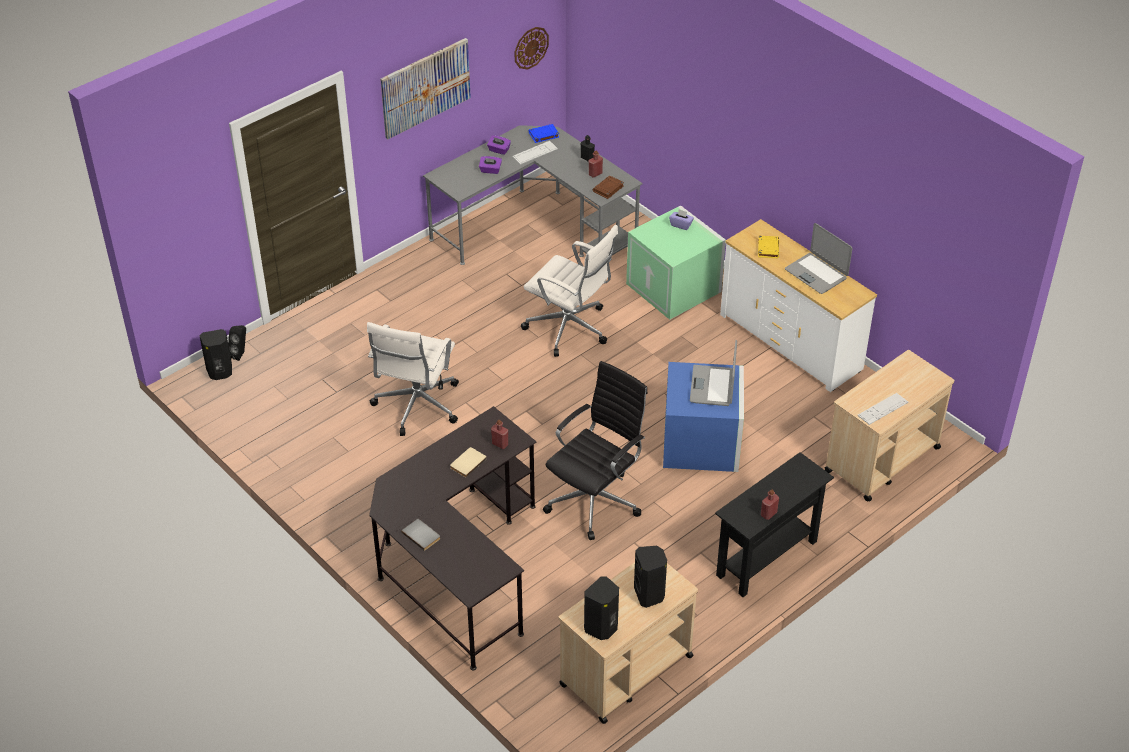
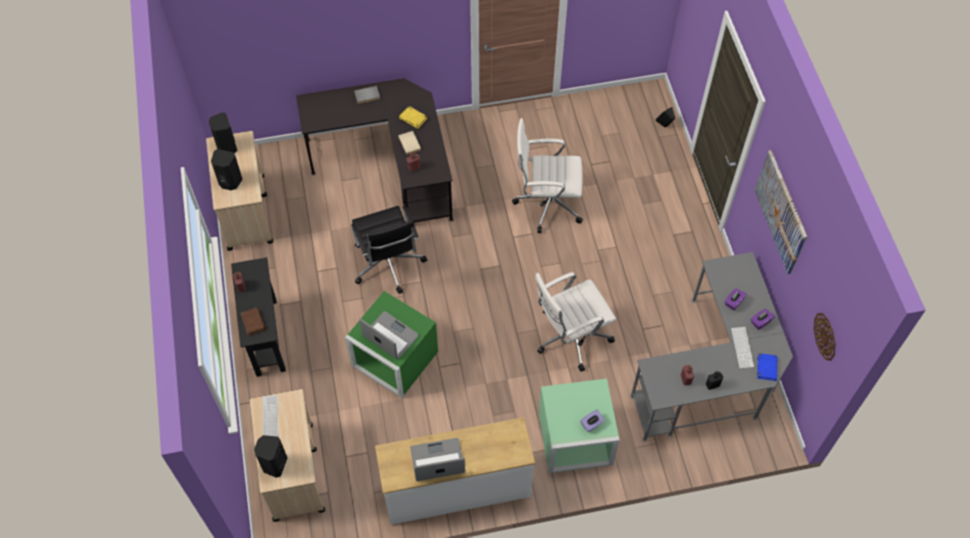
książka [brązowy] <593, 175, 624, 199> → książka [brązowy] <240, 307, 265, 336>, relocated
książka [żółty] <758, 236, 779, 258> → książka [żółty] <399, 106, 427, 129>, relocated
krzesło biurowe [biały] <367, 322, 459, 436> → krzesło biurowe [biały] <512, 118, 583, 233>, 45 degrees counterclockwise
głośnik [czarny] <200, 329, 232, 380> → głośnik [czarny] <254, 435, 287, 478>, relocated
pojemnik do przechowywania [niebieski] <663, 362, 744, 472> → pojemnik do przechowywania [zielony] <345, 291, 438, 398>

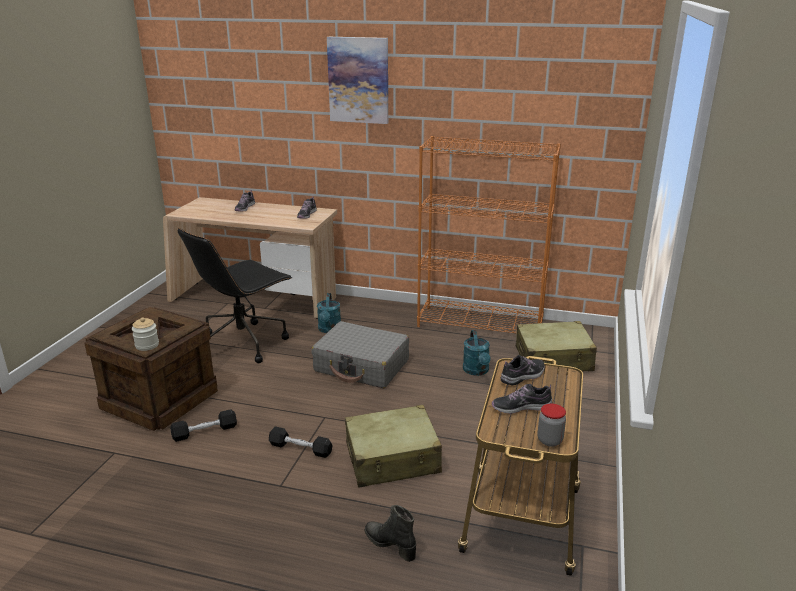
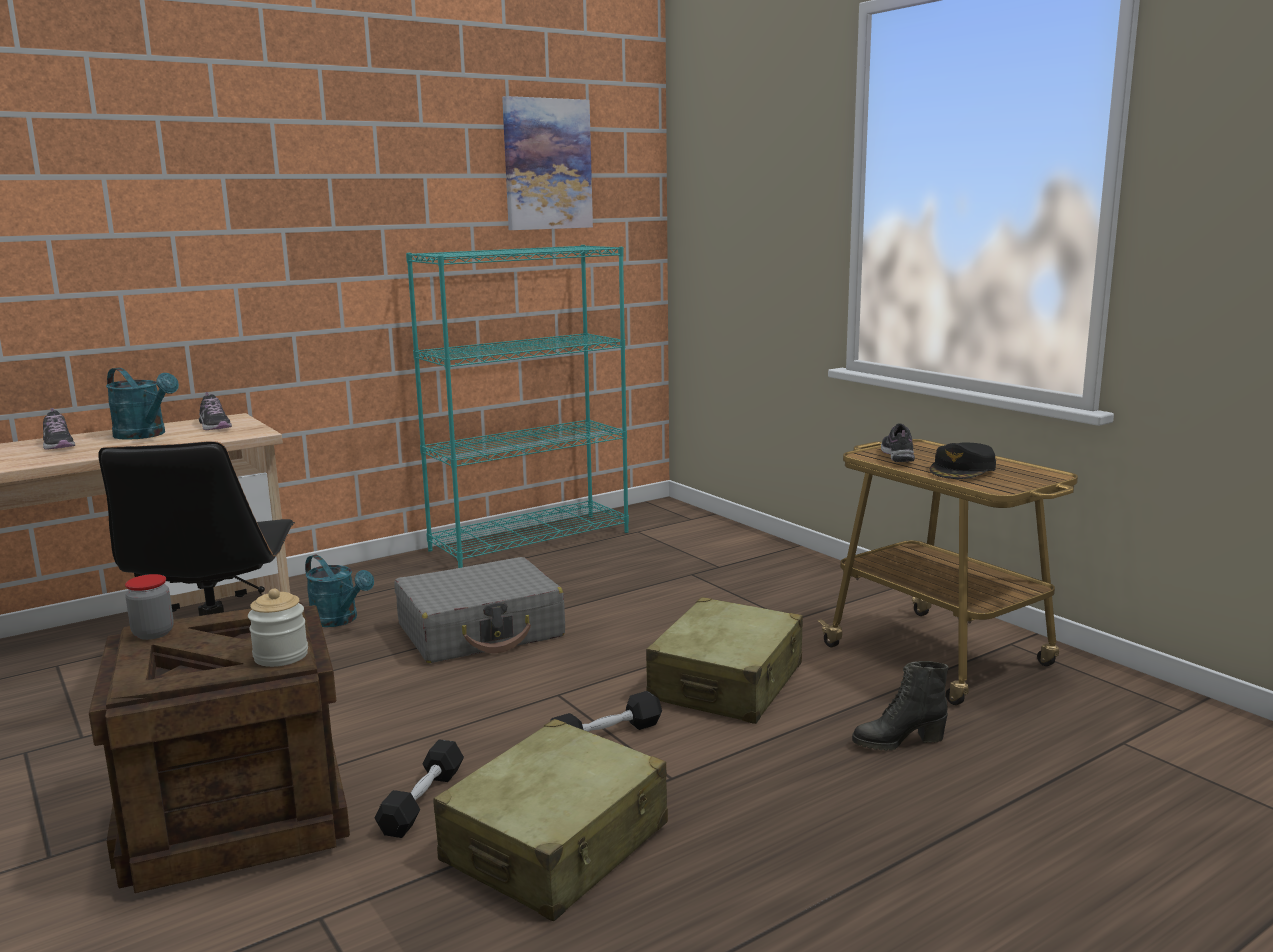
obraz <327, 37, 388, 124> → obraz <502, 96, 593, 230>, relocated
regał [pomarańczowy] <417, 136, 561, 333> → regał [turkusowy] <406, 245, 629, 568>
walizka [beżowy] <516, 321, 597, 373> → walizka [beżowy] <433, 719, 668, 921>, relocated
konewka [turkusowy] <463, 330, 491, 376> → konewka [turkusowy] <106, 367, 179, 440>, relocated
but <492, 384, 553, 414> → czapka z daszkiem [czarny] <930, 442, 996, 479>
słoik <538, 404, 566, 447> → słoik <125, 574, 174, 640>, relocated

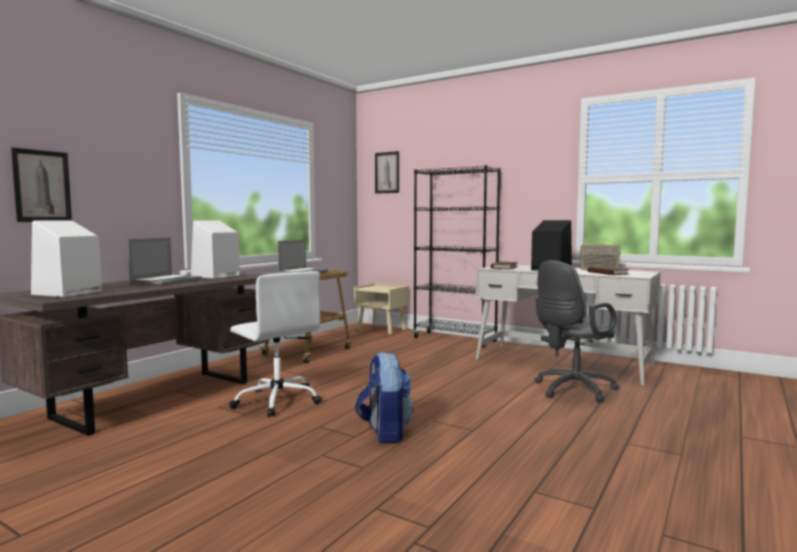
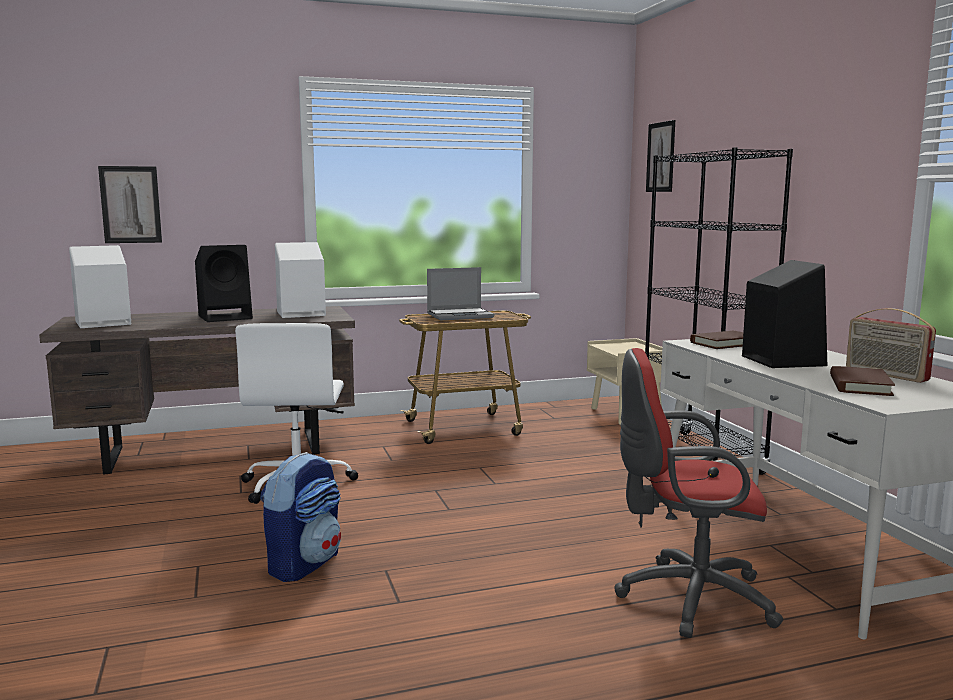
laptop <128, 238, 202, 286> → głośnik [czarny] <195, 245, 253, 322>
krzesło biurowe [szary] <534, 260, 620, 403> → krzesło biurowe [czerwony] <614, 348, 783, 638>

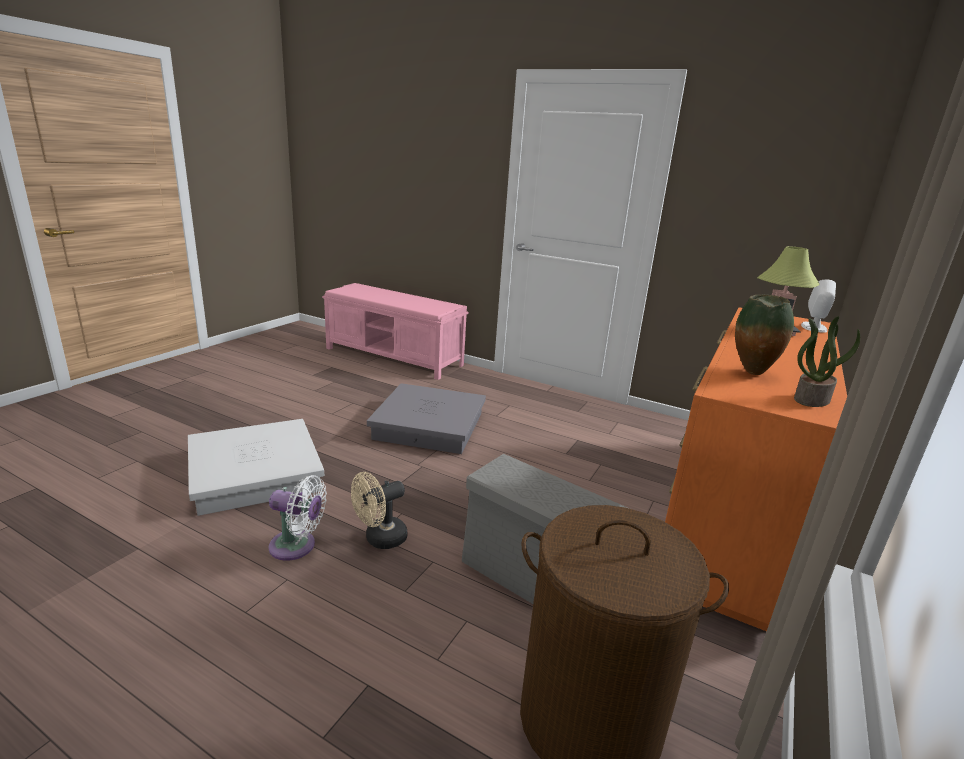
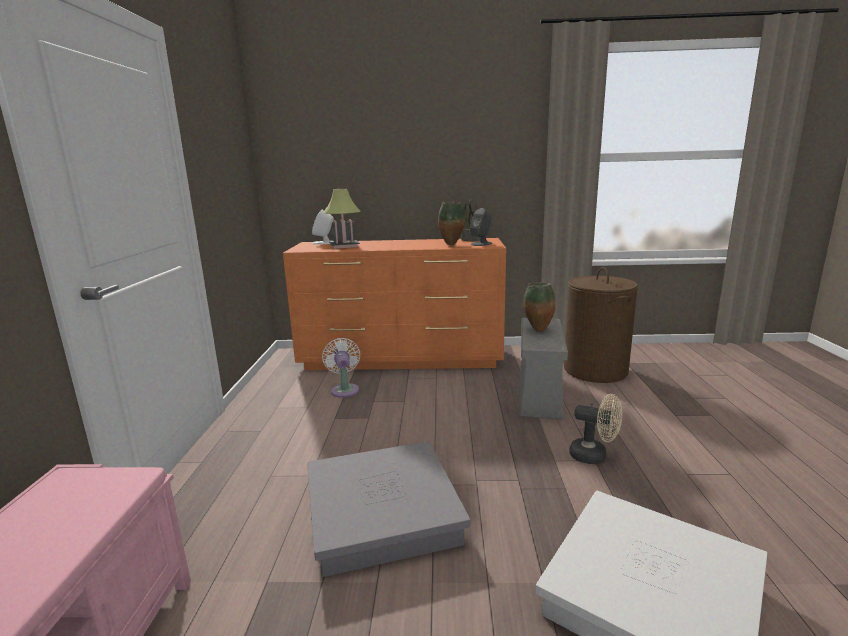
wentylator [biały] <269, 475, 327, 561> → wentylator [biały] <322, 338, 360, 398>, relocated
- → głośnik [szary] <470, 208, 492, 246>
- → wazon <523, 283, 555, 332>

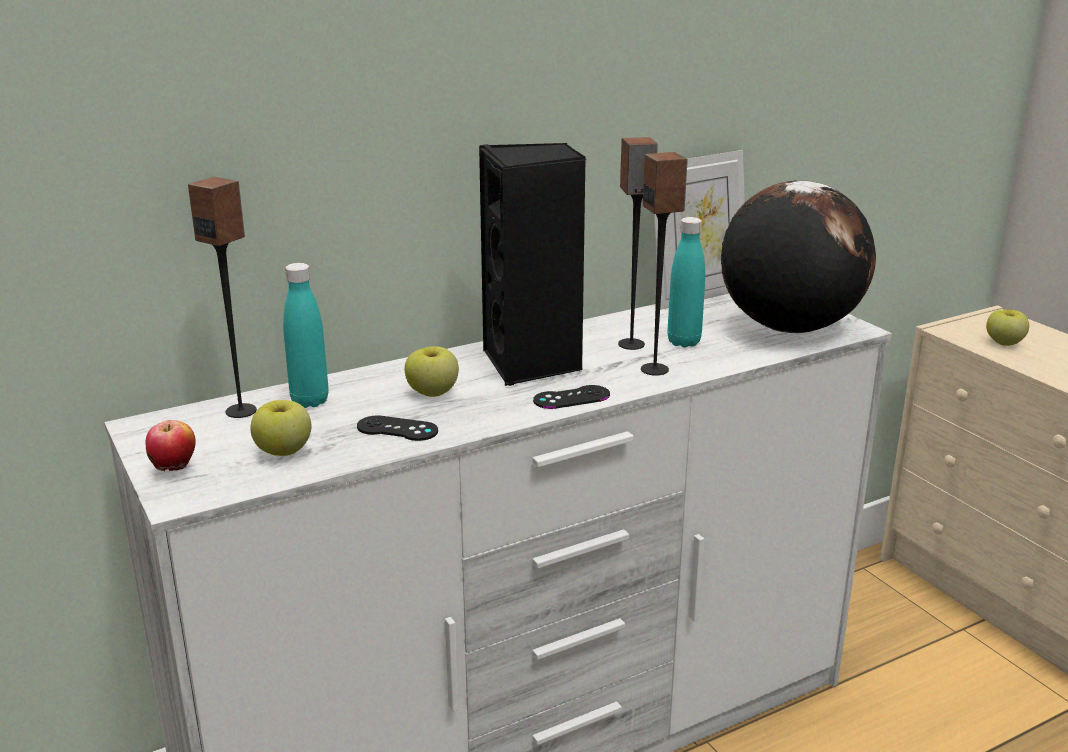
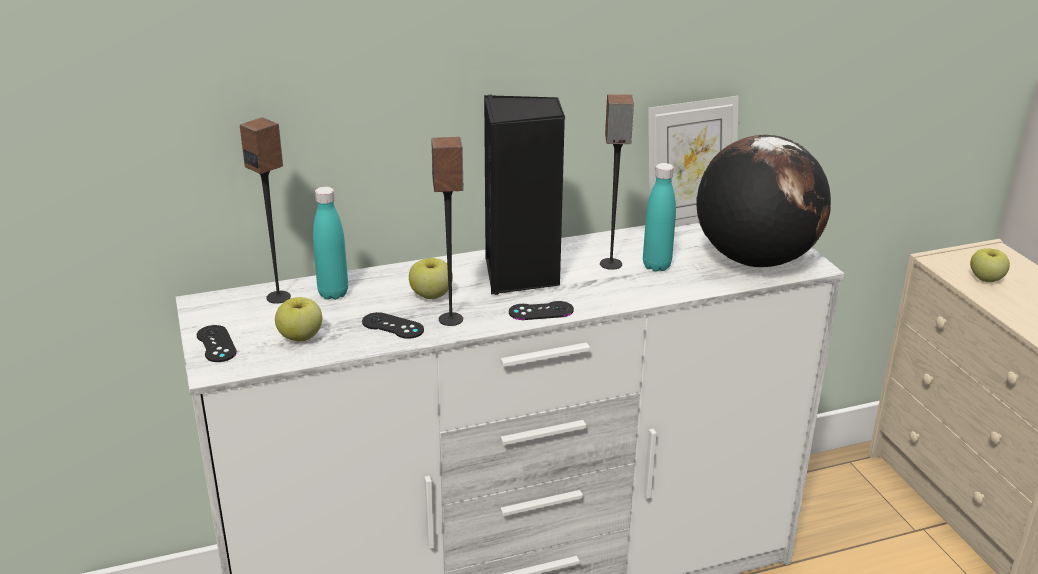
głośnik <641, 152, 688, 376> → głośnik <431, 137, 463, 326>, relocated
jabłko <145, 420, 196, 471> → pad do gier [czarny] <197, 325, 237, 362>

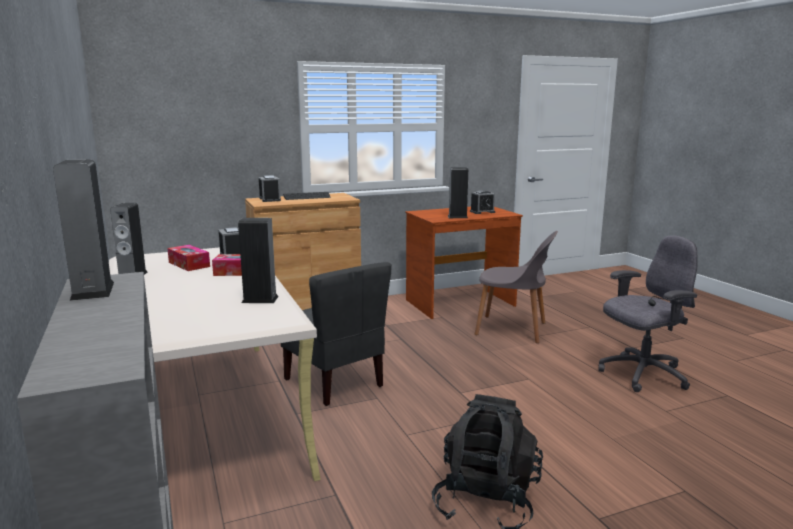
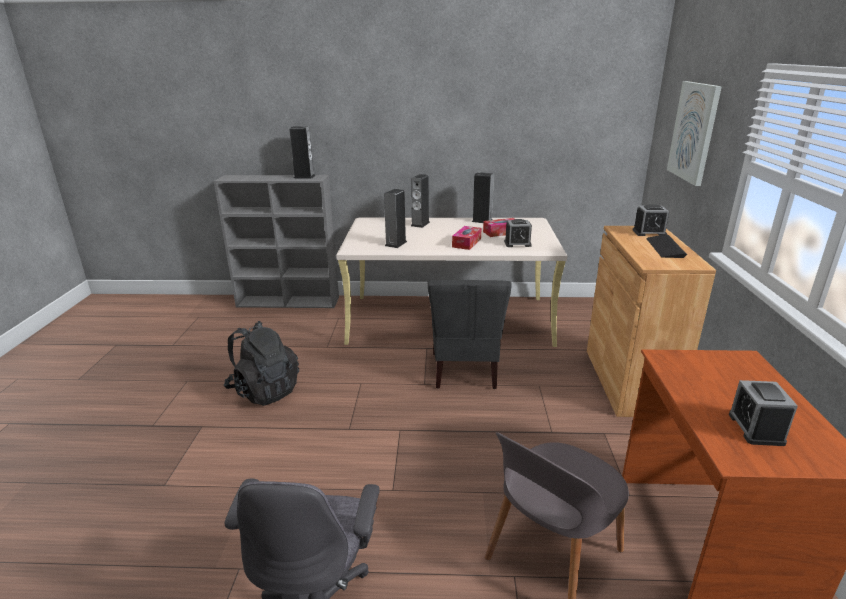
głośnik <448, 167, 468, 218> → głośnik <411, 174, 430, 228>, relocated
krzesło [szary] <281, 262, 392, 406> → krzesło [szary] <428, 280, 512, 389>, 75 degrees counterclockwise
- → obraz <667, 81, 722, 186>

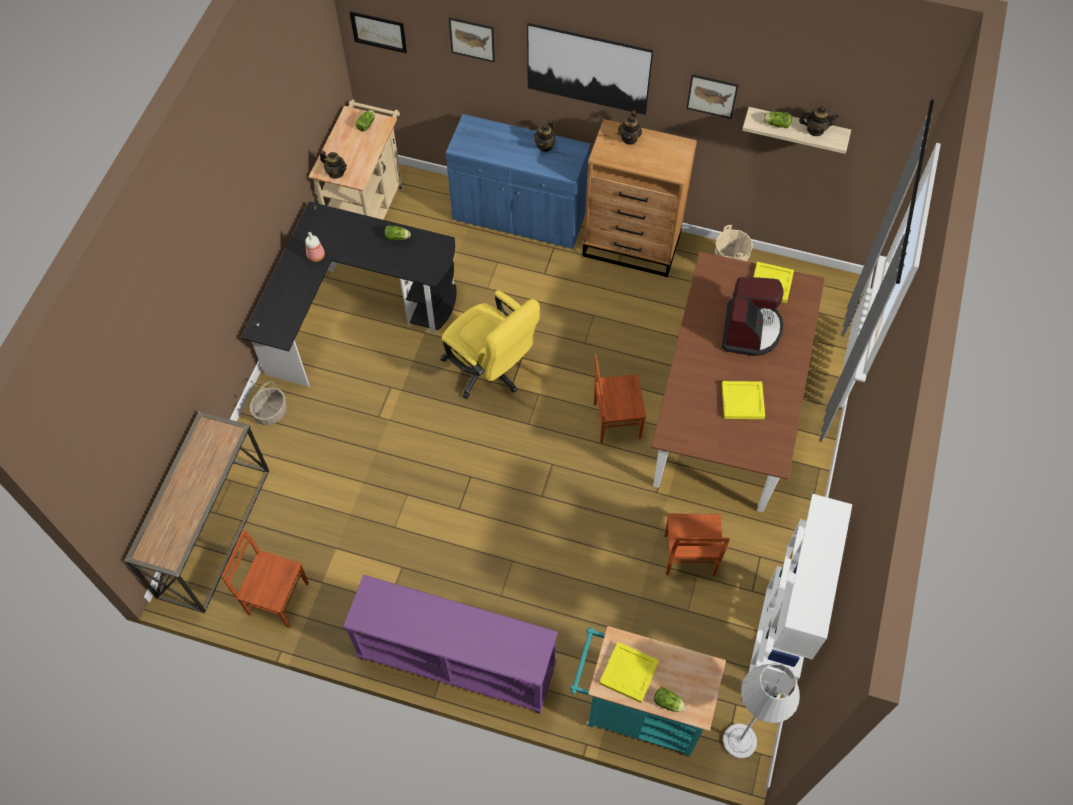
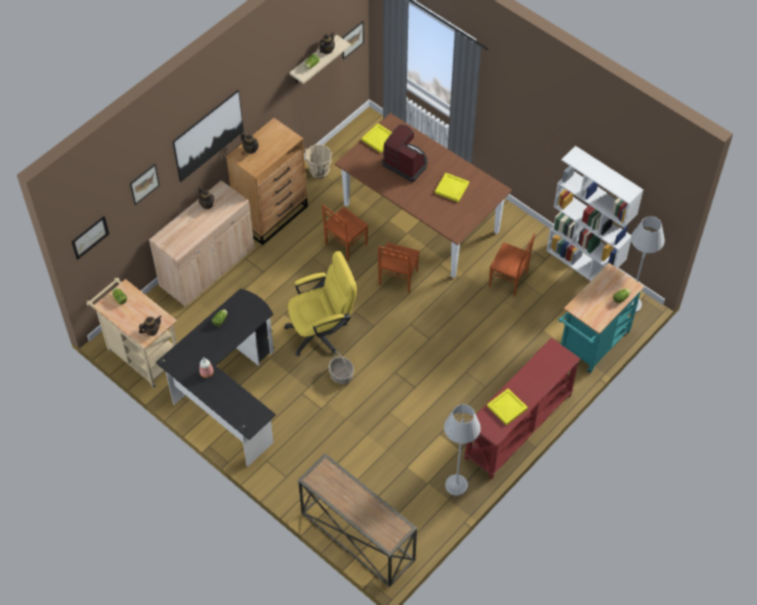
obraz <686, 74, 739, 119> → obraz <342, 21, 364, 59>, relocated
szafka [niebieski] <446, 114, 590, 249> → szafka [beżowy] <149, 180, 254, 307>
koszyk <250, 381, 287, 425> → koszyk <328, 351, 354, 384>, relocated
krzesło [brązowy] <221, 530, 309, 628> → krzesło [brązowy] <322, 204, 368, 261>, relocated
stolik konsolowy [fioletowy] <343, 575, 558, 714> → stolik konsolowy [czerwony] <464, 338, 580, 479>
taca [żółty] <599, 642, 659, 703> → taca [żółty] <487, 388, 528, 426>, relocated
- → lampa stojąca [szary] <444, 404, 481, 496>

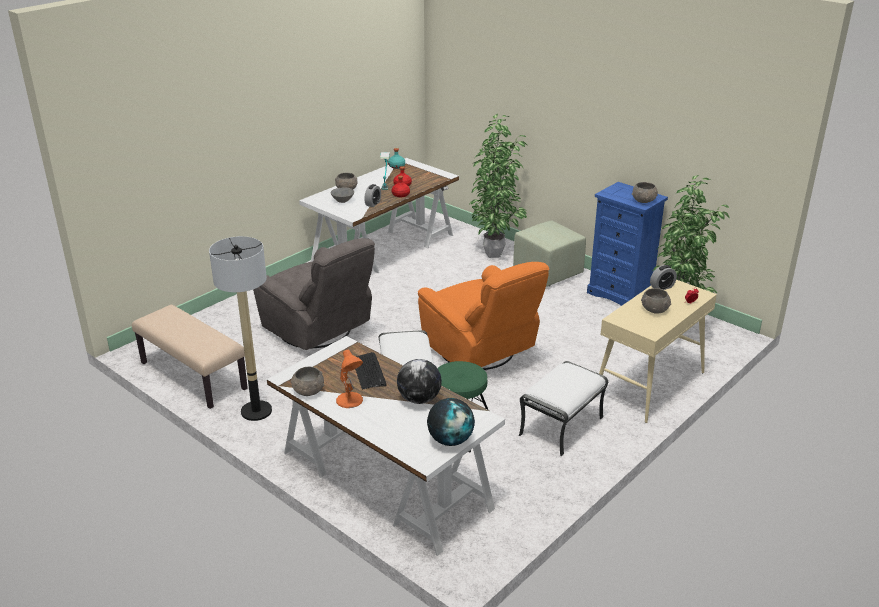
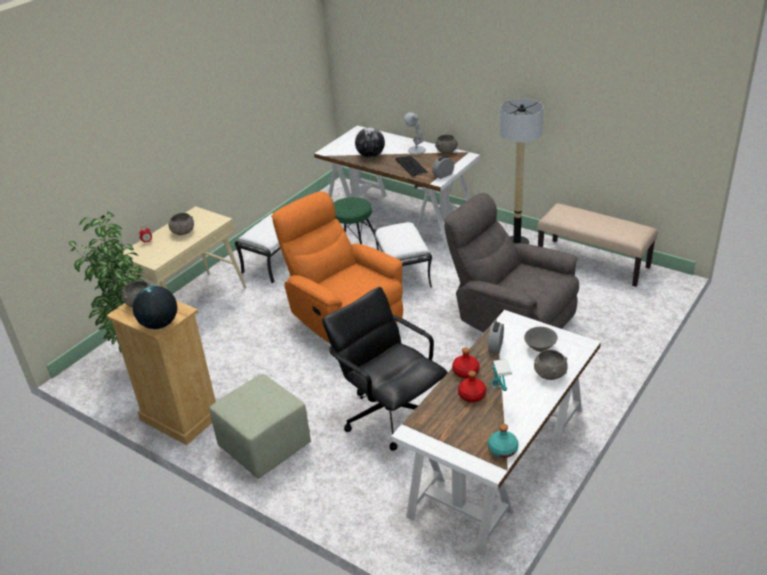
roślina doniczkowa <468, 114, 527, 258> → -
komoda [niebieski] <587, 182, 668, 306> → komoda [beżowy] <106, 300, 216, 445>
budzik <650, 265, 677, 290> → budzik <432, 156, 454, 179>, relocated
lampa stołowa [pomarańczowy] <336, 350, 363, 408> → lampa stołowa [biały] <404, 112, 426, 154>
globus <427, 398, 475, 446> → globus <133, 286, 177, 329>, relocated
- → krzesło biurowe [czarny] <322, 287, 448, 451>

